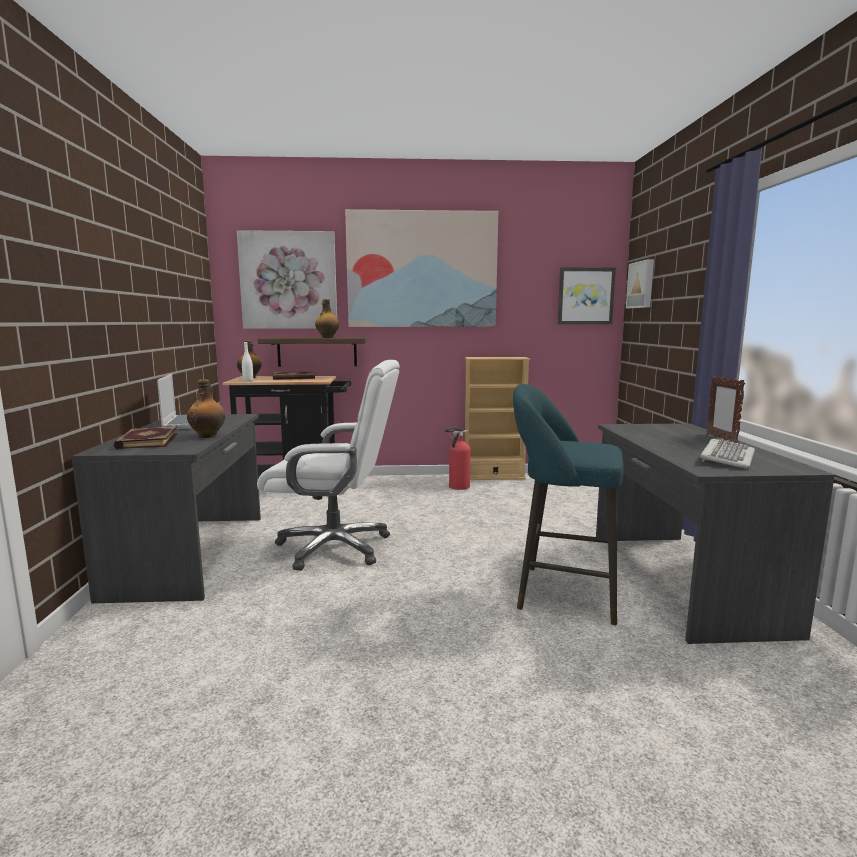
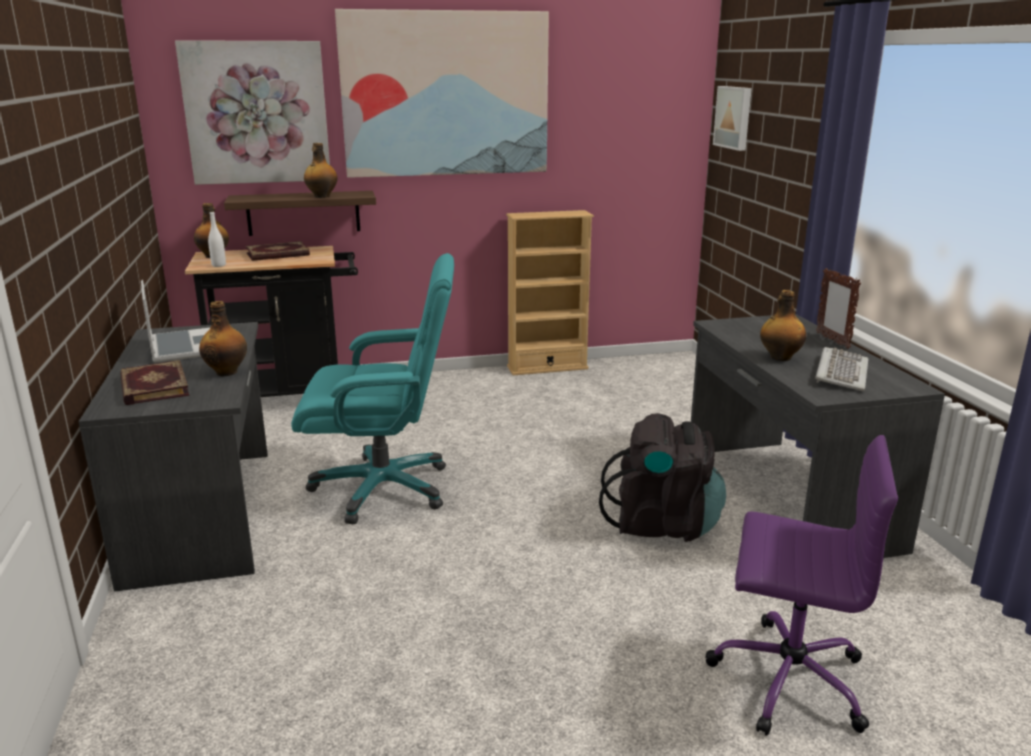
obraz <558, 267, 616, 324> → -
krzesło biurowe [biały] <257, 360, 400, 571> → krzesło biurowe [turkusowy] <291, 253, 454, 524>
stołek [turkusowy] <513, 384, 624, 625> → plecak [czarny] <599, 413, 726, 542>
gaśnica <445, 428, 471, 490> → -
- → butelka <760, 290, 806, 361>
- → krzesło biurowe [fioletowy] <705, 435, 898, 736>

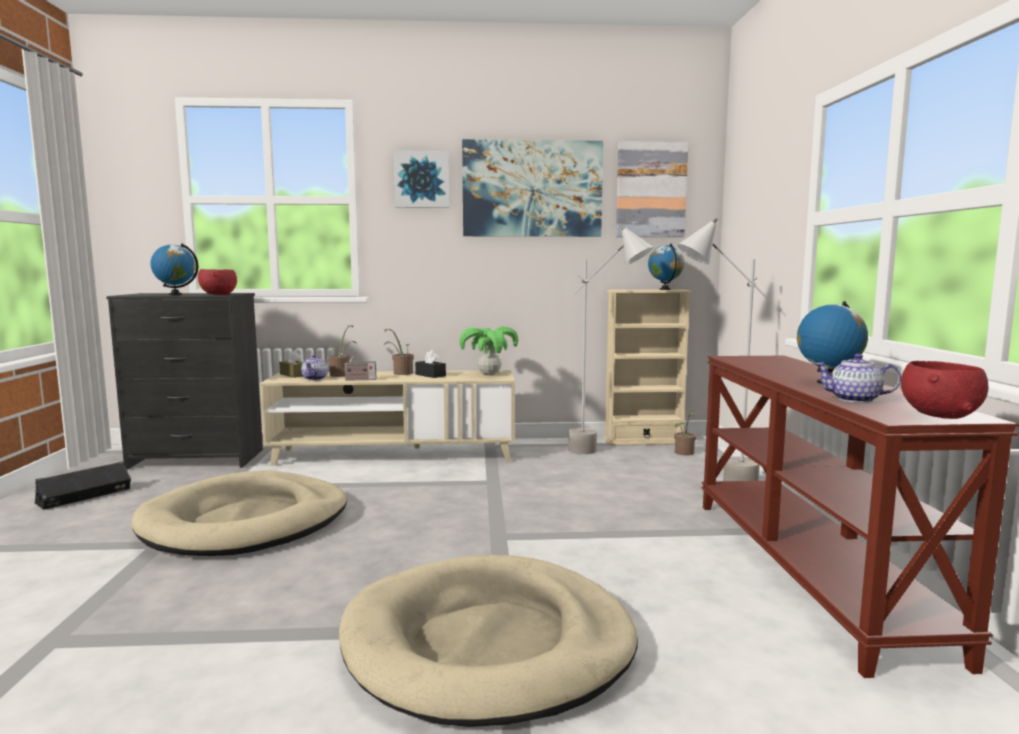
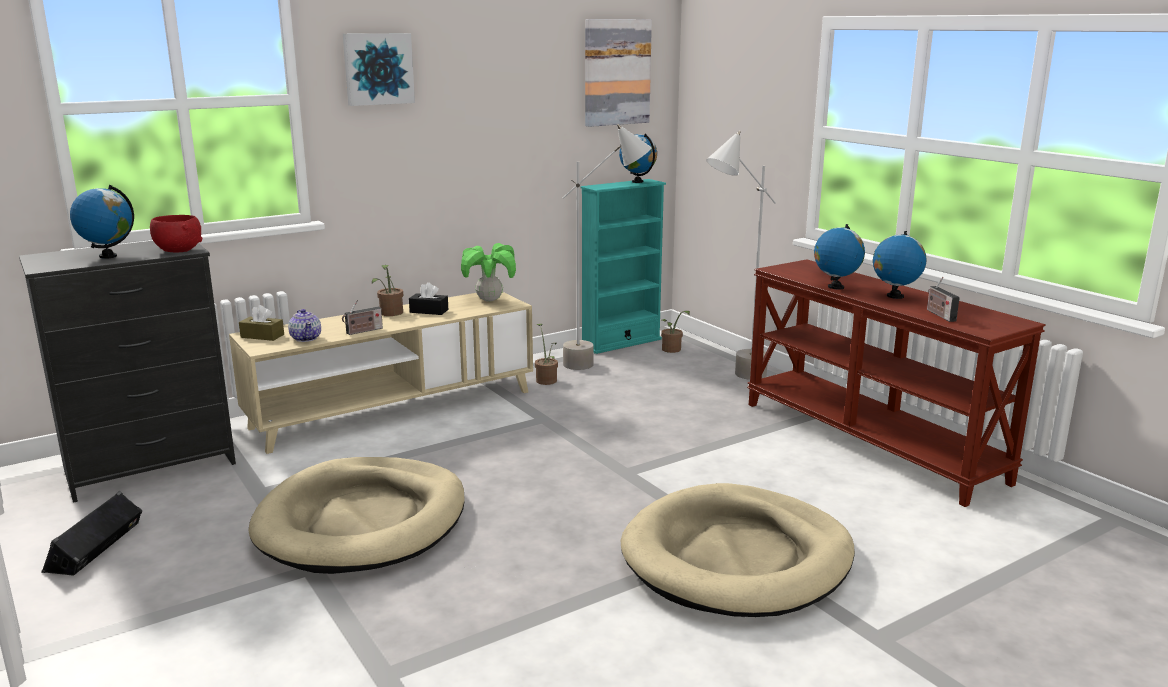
obraz <462, 139, 603, 237> → -
regał [beżowy] <604, 290, 692, 446> → regał [turkusowy] <581, 179, 666, 354>
roślina doniczkowa <328, 325, 357, 377> → roślina doniczkowa <535, 324, 558, 385>, relocated
imbryk <815, 354, 901, 403> → radio <927, 277, 960, 322>
miska [czerwony] <901, 361, 988, 419> → -
- → globus <814, 224, 865, 290>

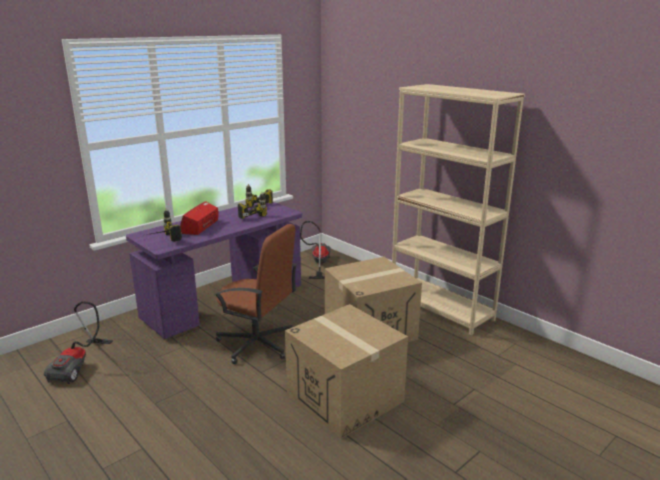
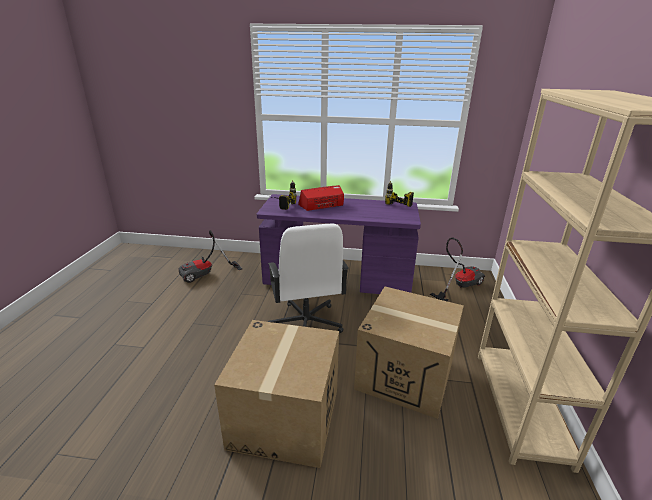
wiertarka <238, 192, 267, 219> → -
krzesło biurowe [brązowy] <214, 224, 298, 364> → krzesło biurowe [biały] <268, 224, 349, 333>

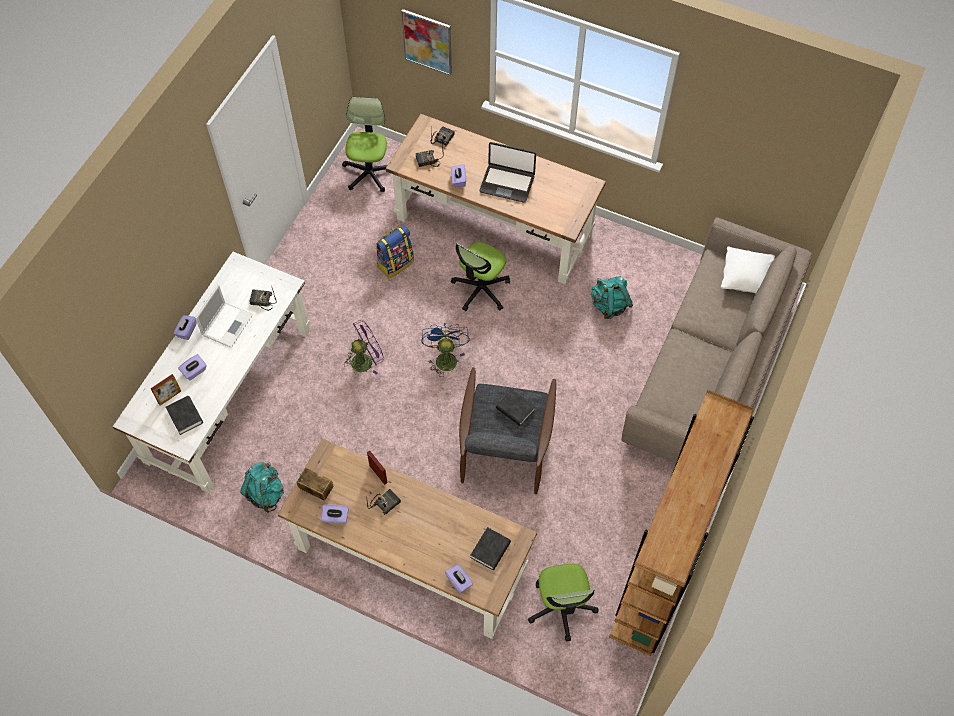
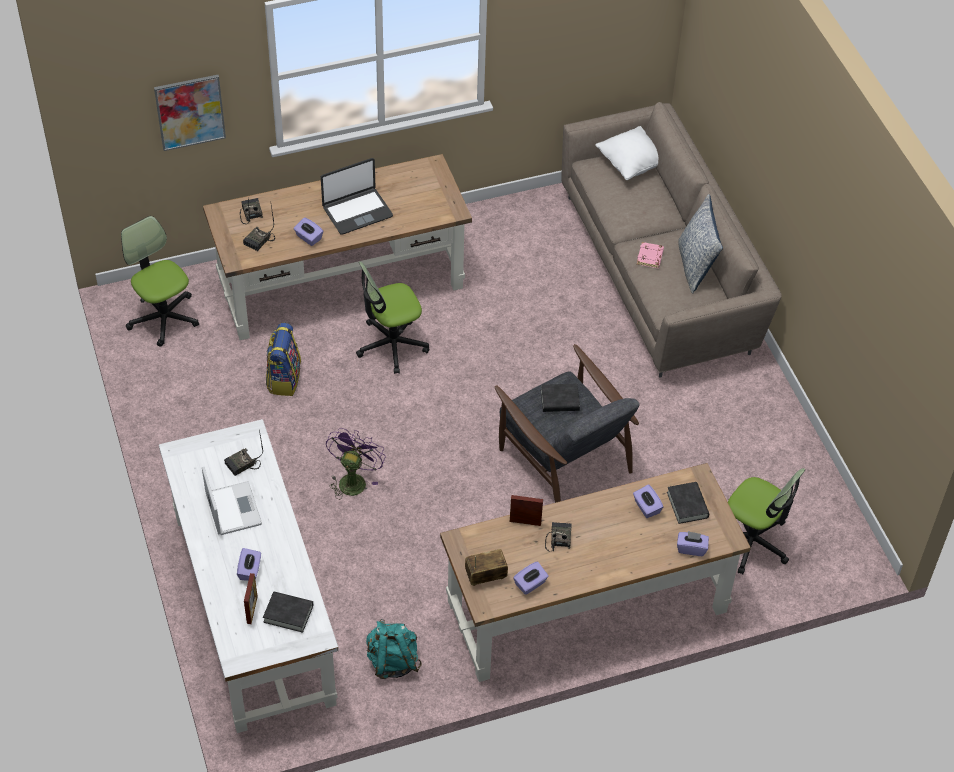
krzesło biurowe <451, 242, 510, 311> → krzesło biurowe <356, 261, 429, 374>, 75 degrees clockwise
plecak [turkusowy] <591, 276, 633, 319> → -
pudełko chusteczek [fioletowy] <174, 315, 196, 340> → pudełko chusteczek [fioletowy] <633, 484, 663, 518>, relocated
wentylator [niebieski] <421, 323, 470, 377> → -
regał [brązowy] <609, 390, 755, 656> → -
- → poduszka <678, 194, 723, 293>
- → książka [różowy] <637, 242, 664, 268>

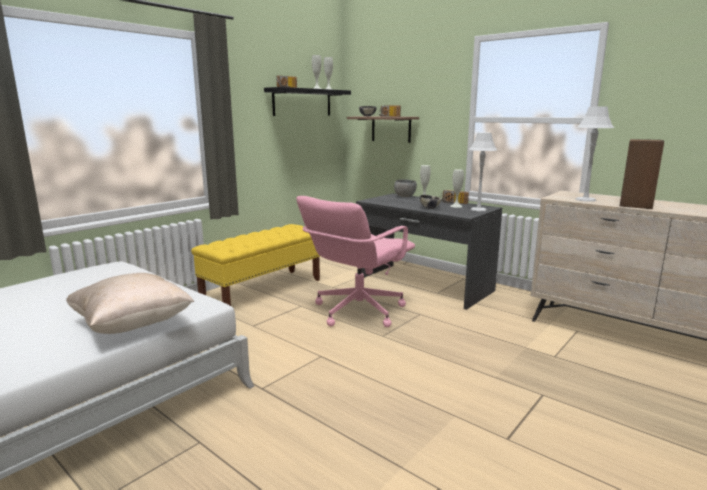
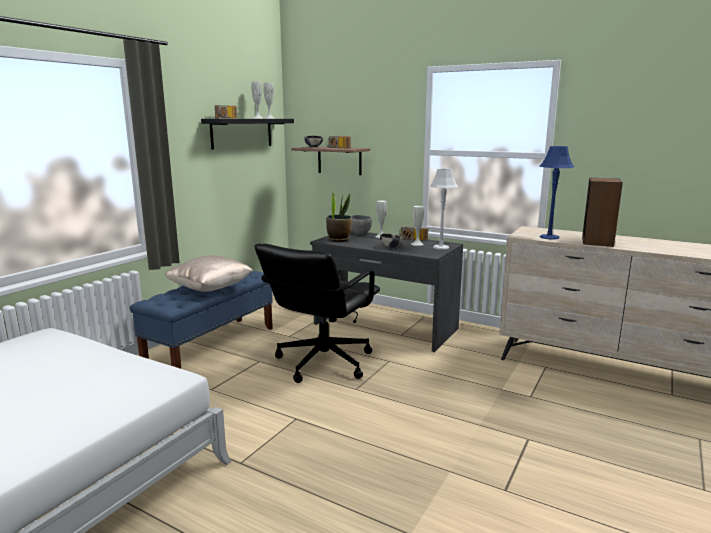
lampa stołowa [szary] <576, 107, 614, 202> → lampa stołowa [niebieski] <539, 146, 574, 240>
krzesło biurowe [różowy] <296, 196, 415, 327> → krzesło biurowe [czarny] <255, 243, 380, 383>
ławka [żółty] <191, 224, 320, 306> → ławka [niebieski] <130, 271, 273, 369>
poduszka [beżowy] <66, 273, 194, 334> → poduszka [beżowy] <165, 255, 253, 292>, relocated
- → roślina doniczkowa <326, 191, 352, 242>

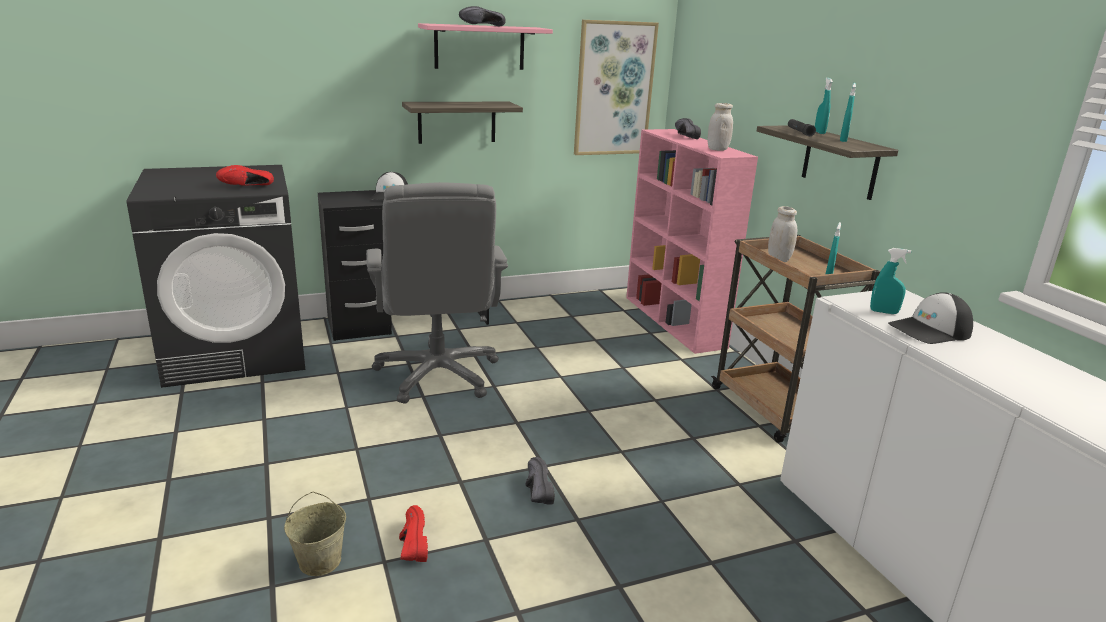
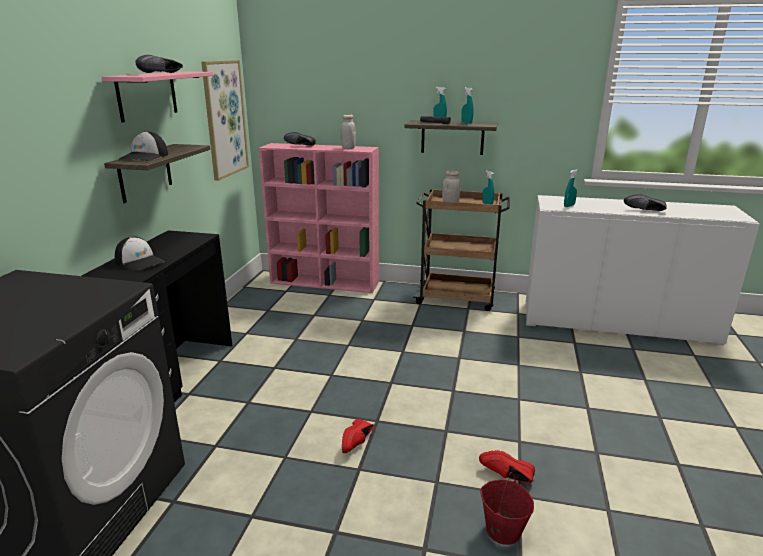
but [czerwony] <216, 165, 274, 185> → but [czerwony] <342, 419, 374, 453>, relocated
krzesło biurowe [szary] <366, 182, 508, 403> → -
czapka z daszkiem <888, 292, 973, 344> → czapka z daszkiem <119, 131, 168, 161>, relocated
but [czarny] <526, 457, 555, 504> → but [czarny] <624, 194, 667, 211>, relocated
wiadro [beżowy] <284, 492, 346, 576> → wiadro [czerwony] <480, 472, 534, 545>

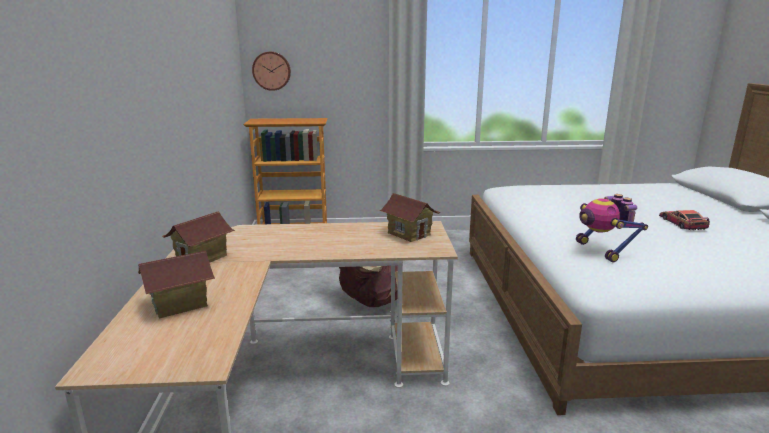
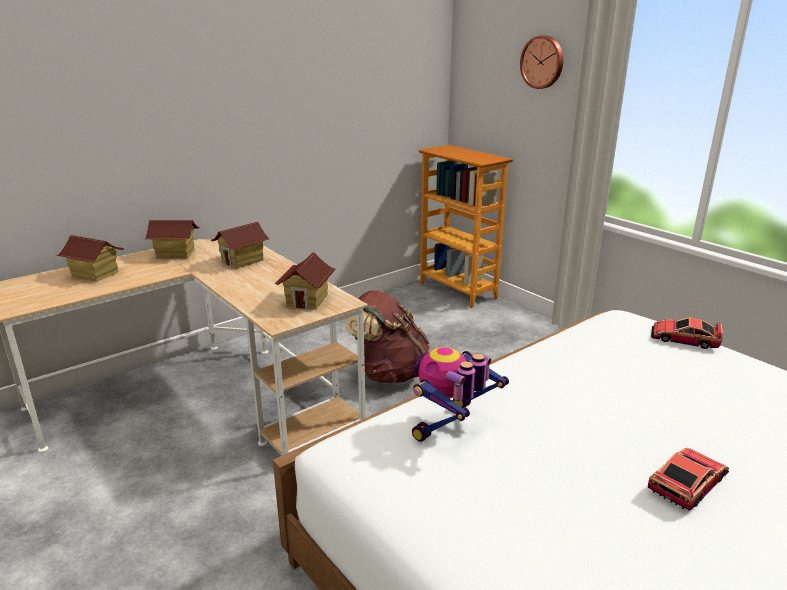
zegar ścienny <252, 52, 291, 91> → zegar ścienny <520, 36, 563, 89>, relocated
- → domek <211, 222, 270, 269>
- → samochodzik <651, 317, 723, 349>

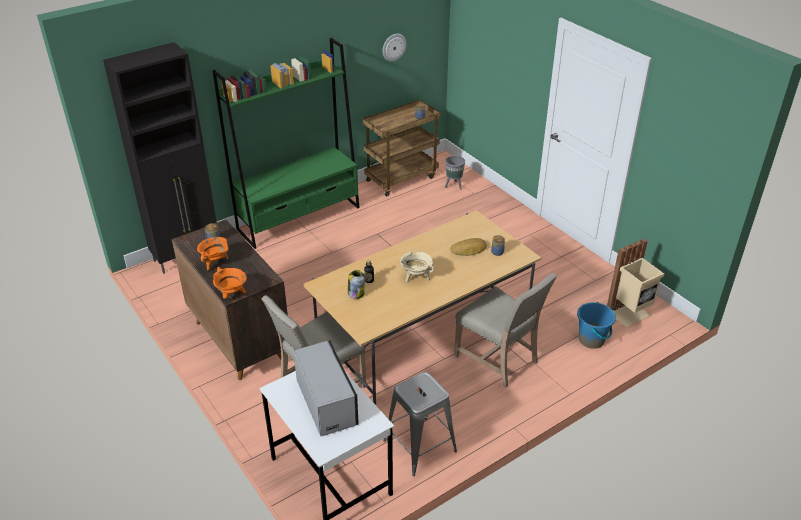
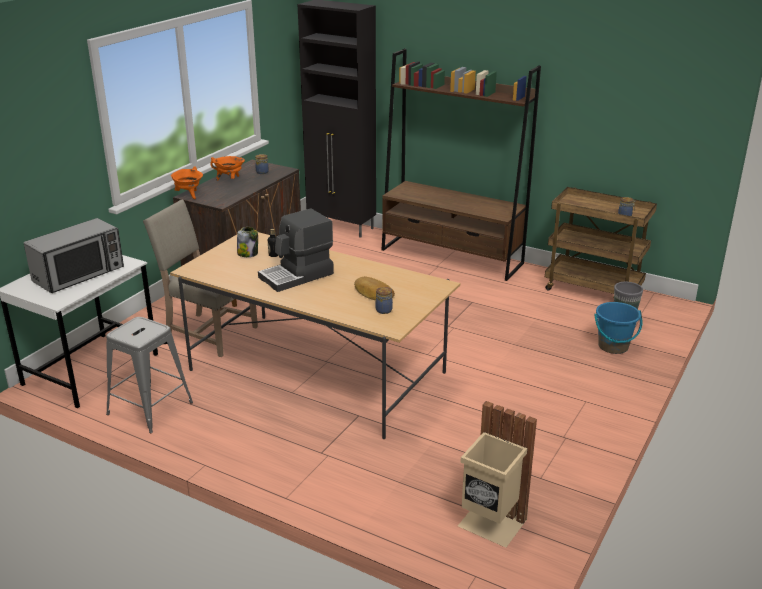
zegar ścienny <383, 34, 406, 62> → -
regał [zielony] <212, 38, 360, 249> → regał [brązowy] <381, 49, 541, 281>
garnek [beżowy] <401, 251, 435, 282> → ekspres do kawy <258, 209, 334, 292>
krzesło [beżowy] <454, 273, 557, 387> → -
wiadro [niebieski] <577, 302, 616, 349> → wiadro [niebieski] <594, 302, 642, 354>, relocated

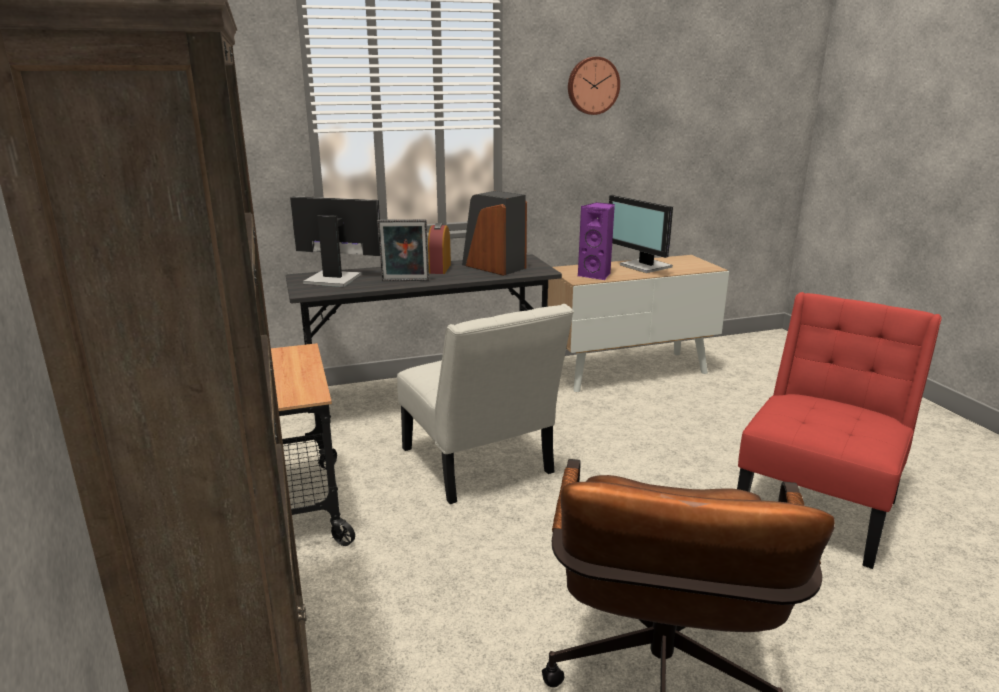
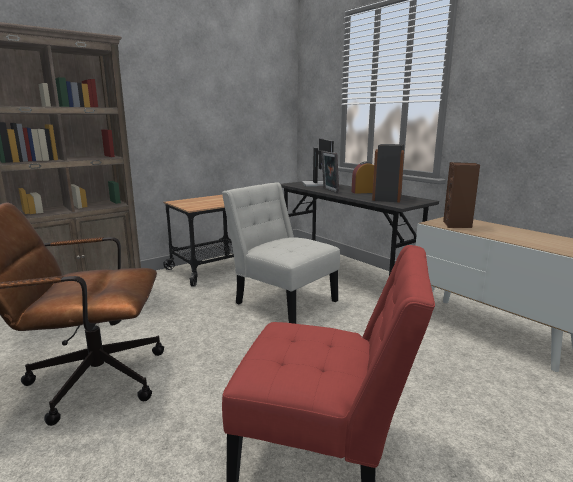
zegar ścienny <568, 57, 620, 115> → -
monitor <609, 195, 673, 273> → -
głośnik [fioletowy] <578, 202, 615, 280> → głośnik [brązowy] <443, 162, 480, 228>
krzesło [biały] <397, 304, 574, 504> → krzesło [biały] <222, 182, 340, 324>, 90 degrees clockwise

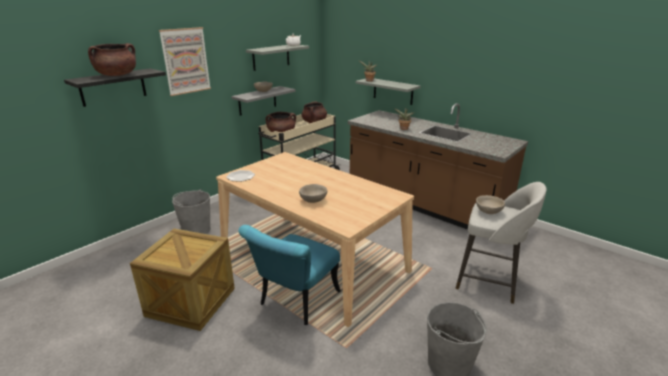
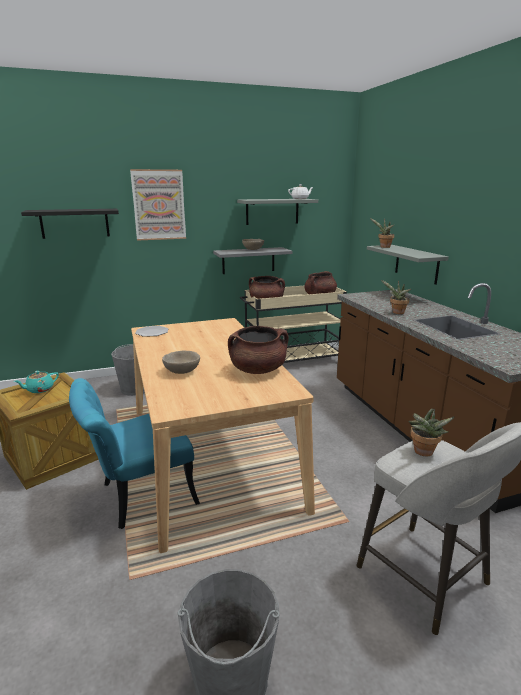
garnek [brązowy] <88, 43, 136, 76> → garnek [brązowy] <228, 326, 289, 374>, relocated
miska [beżowy] <476, 195, 505, 214> → roślina doniczkowa <409, 408, 454, 456>
- → imbryk [turkusowy] <14, 371, 59, 393>

